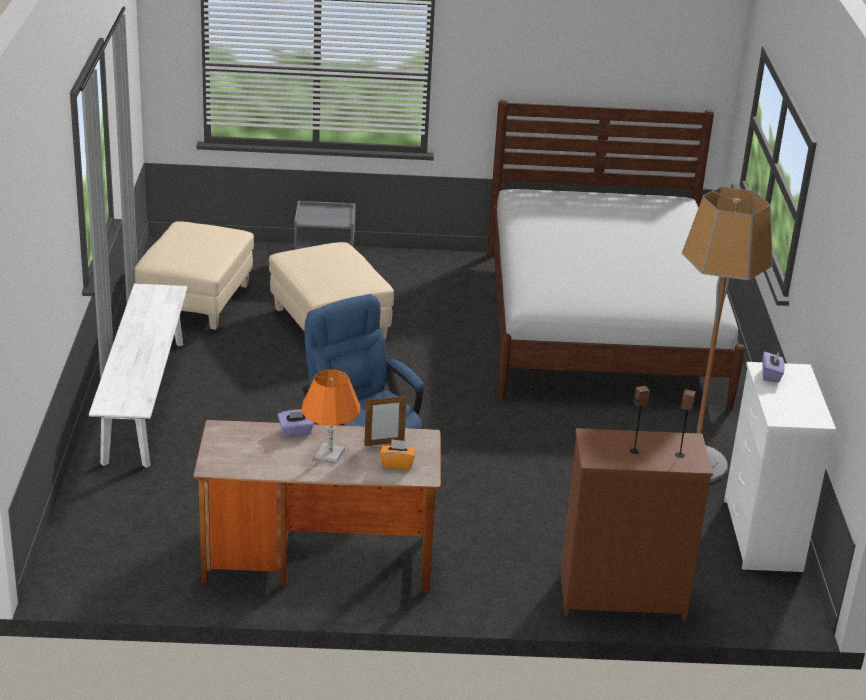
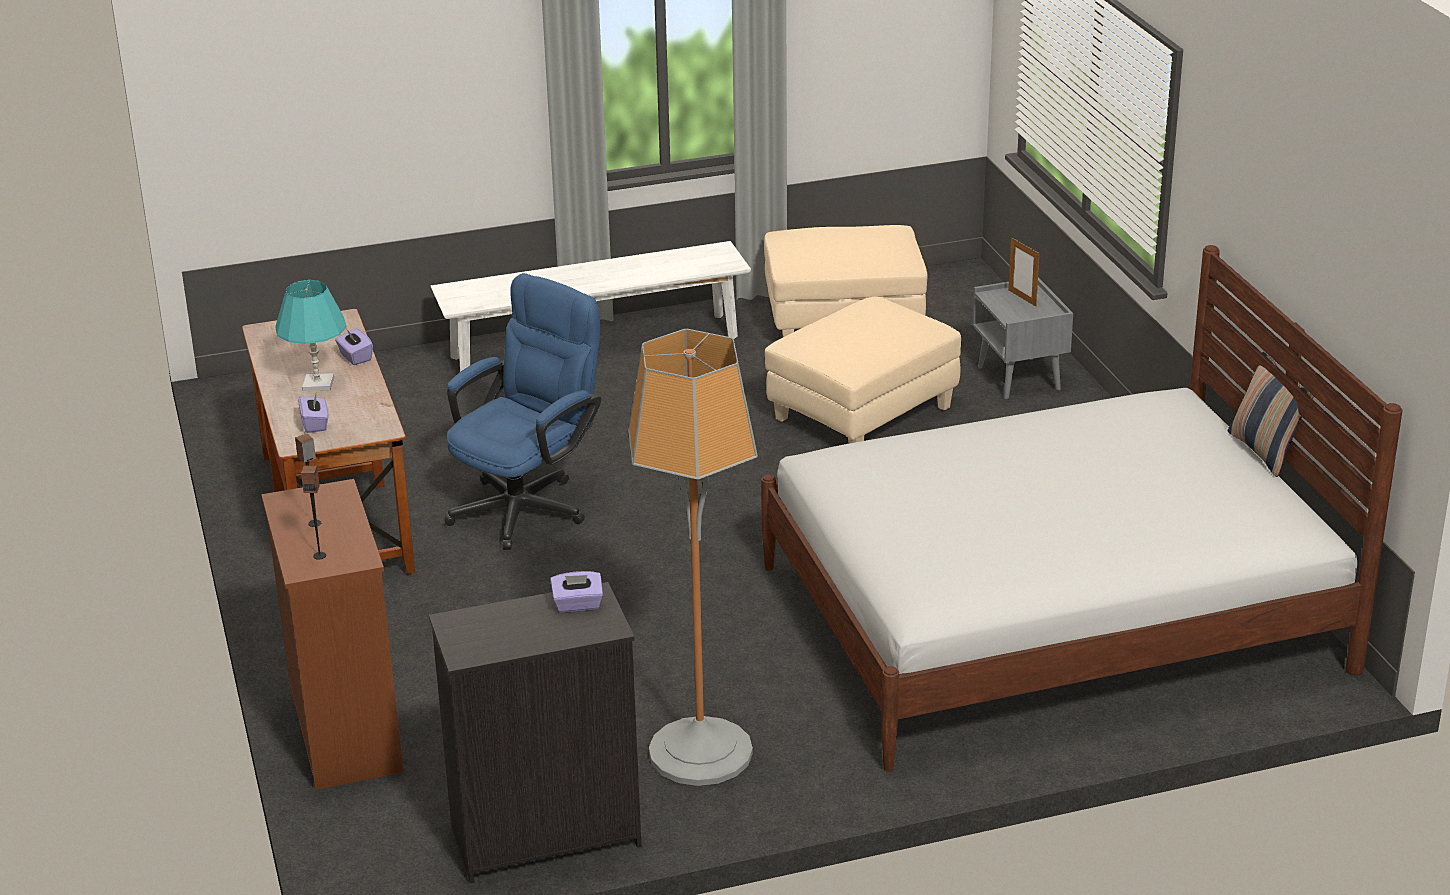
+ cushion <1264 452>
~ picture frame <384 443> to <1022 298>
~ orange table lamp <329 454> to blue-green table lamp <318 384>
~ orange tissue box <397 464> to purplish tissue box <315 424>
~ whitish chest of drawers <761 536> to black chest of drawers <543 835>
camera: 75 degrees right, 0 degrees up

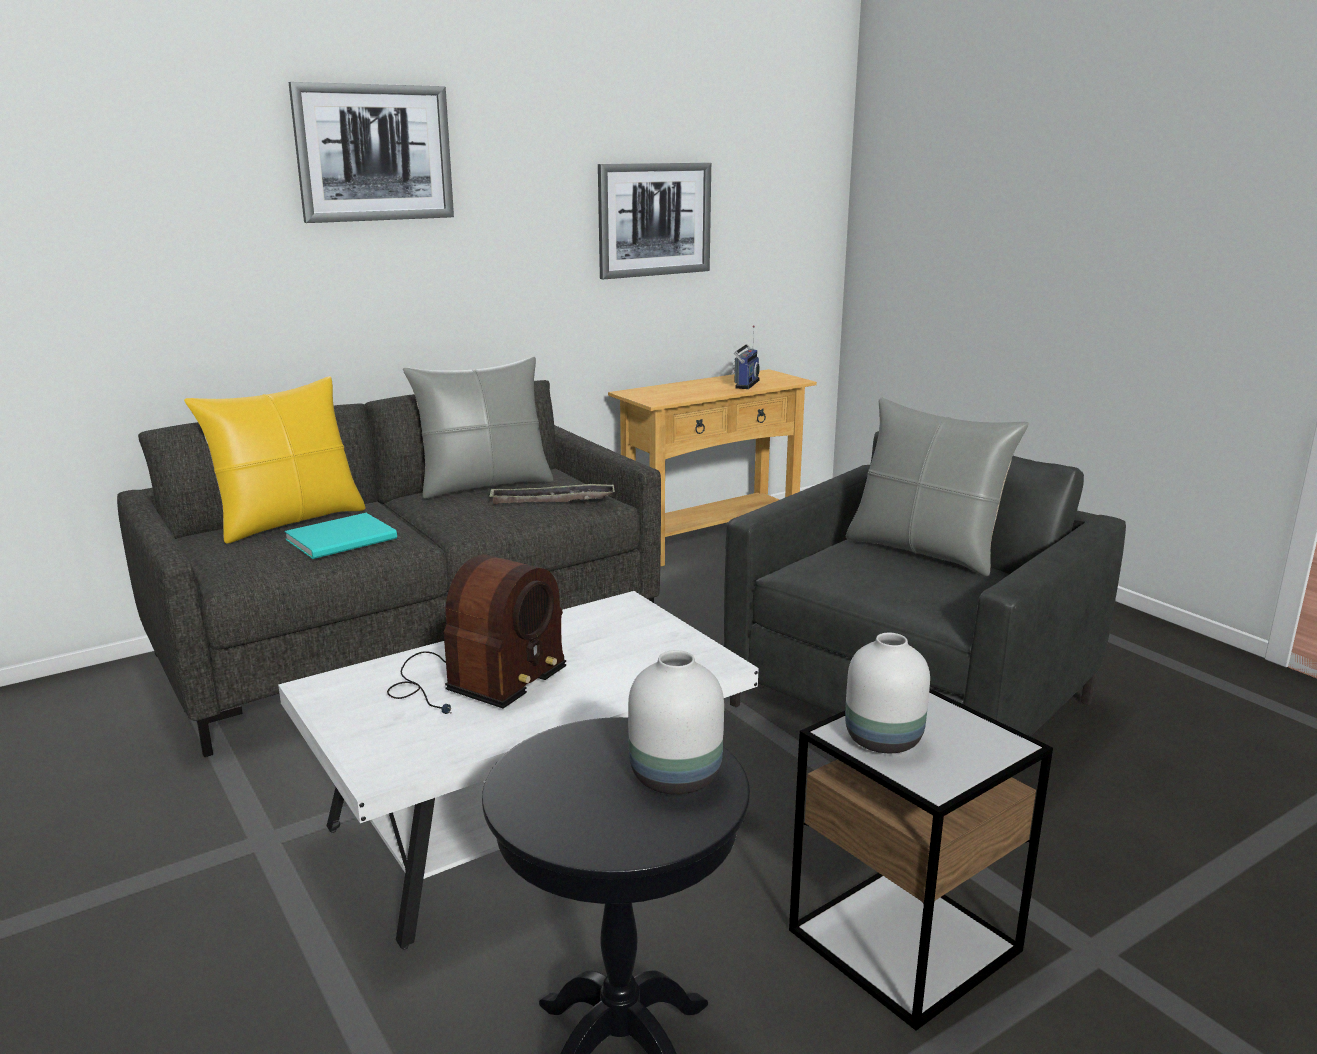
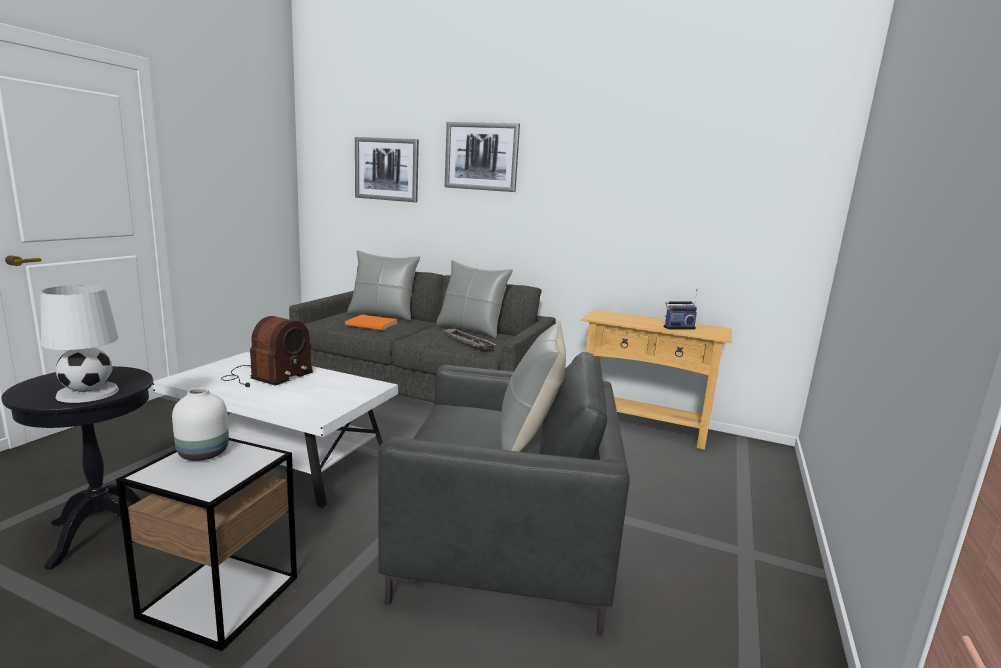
~ wall art <654 219> to <386 169>
~ whitish vase <674 775> to whitish table lamp <89 392>
~ yellow-coloured cushion <289 521> to greyish cushion <382 315>
~ blue-green bound book <345 539> to orange bound book <372 324>
~ radio set <475 681> = <266 376> 60 degrees counterclockwise
camera: 55 degrees right, 5 degrees down

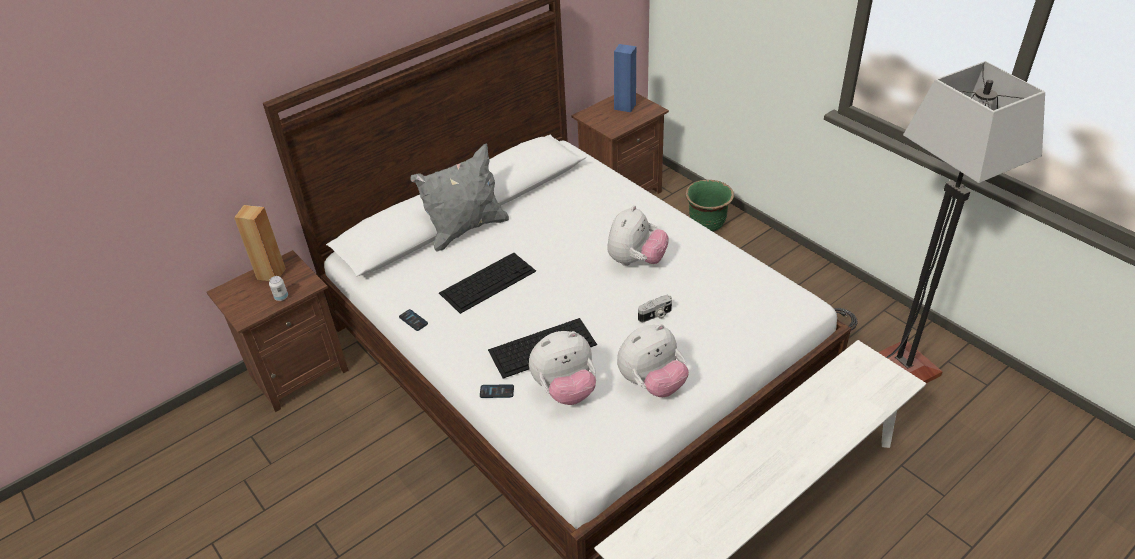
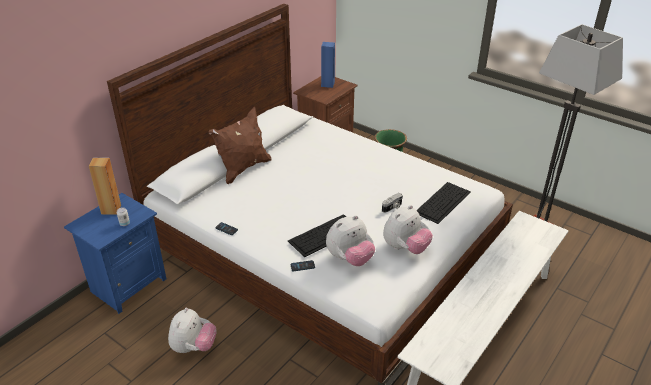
~ keyboard <488 281> to <443 201>
~ cuddly toy <636 261> to <193 347>
~ brown-coloured nightstand <297 372> to blue nightstand <127 285>
~ greyish cushion <466 229> to brown-coloured cushion <243 168>
camera: 15 degrees left, 5 degrees down

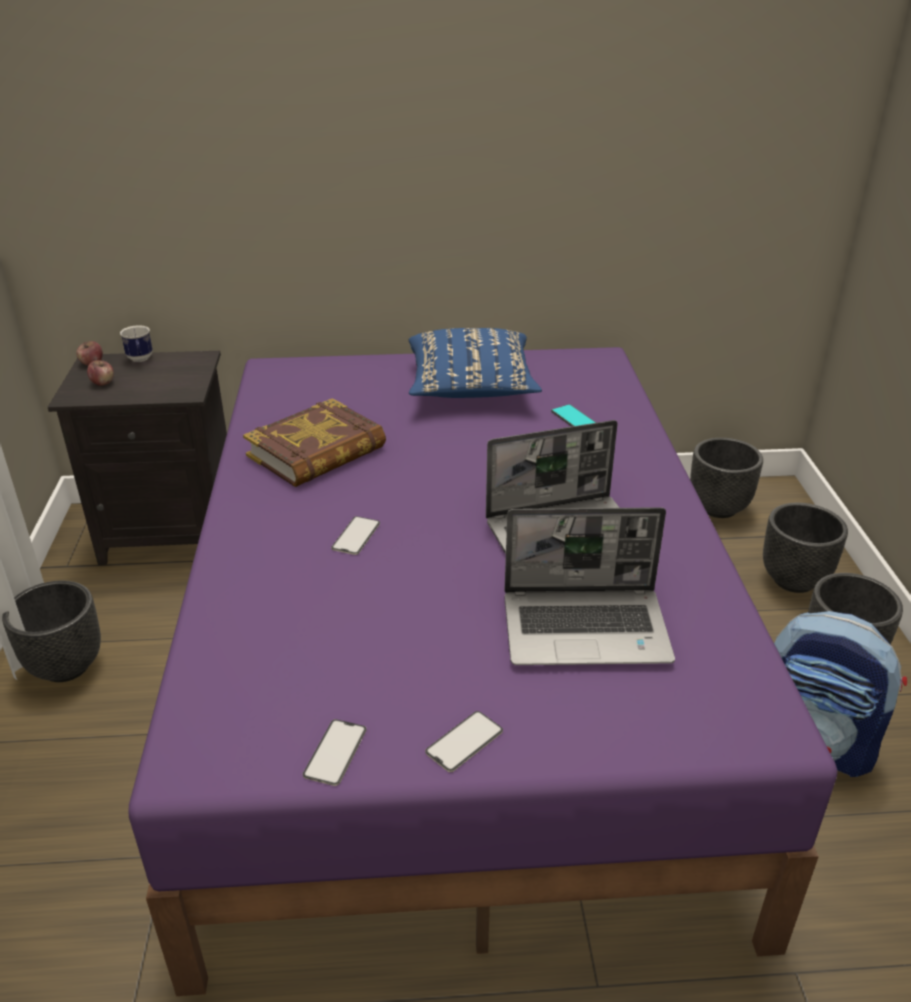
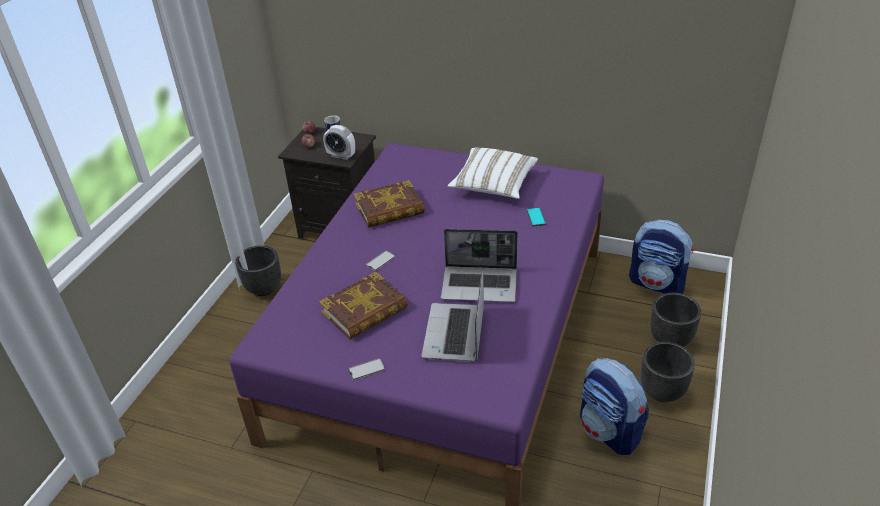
- phone <335 752>
+ bound book <365 311>
+ table clock <341 156>
~ black planter <718 508> to backpack <657 283>
~ blue cushion <471 388> to whitish cushion <493 185>
~ laptop <587 628> = <455 334> 75 degrees clockwise
camera: 25 degrees right, 5 degrees up

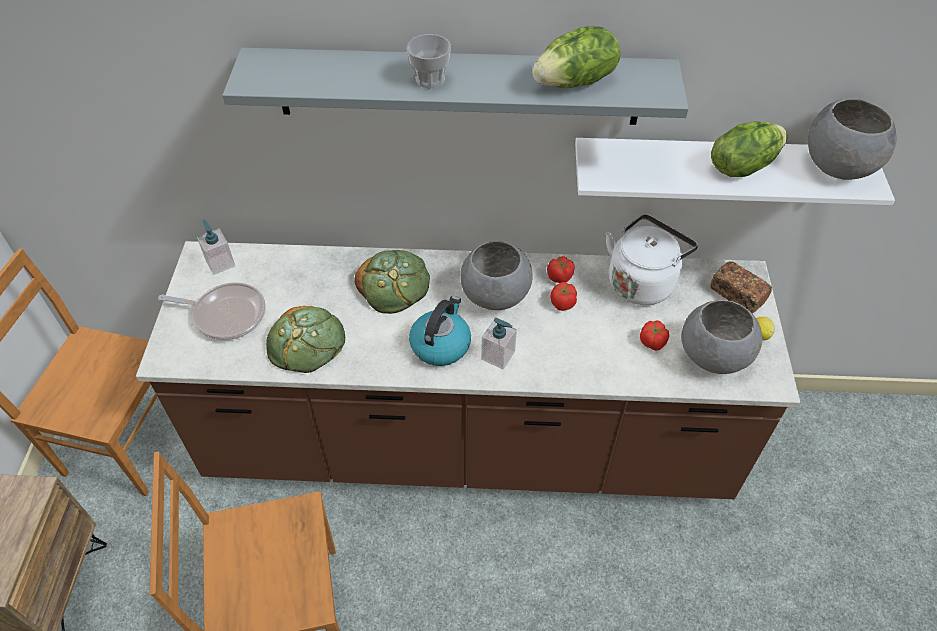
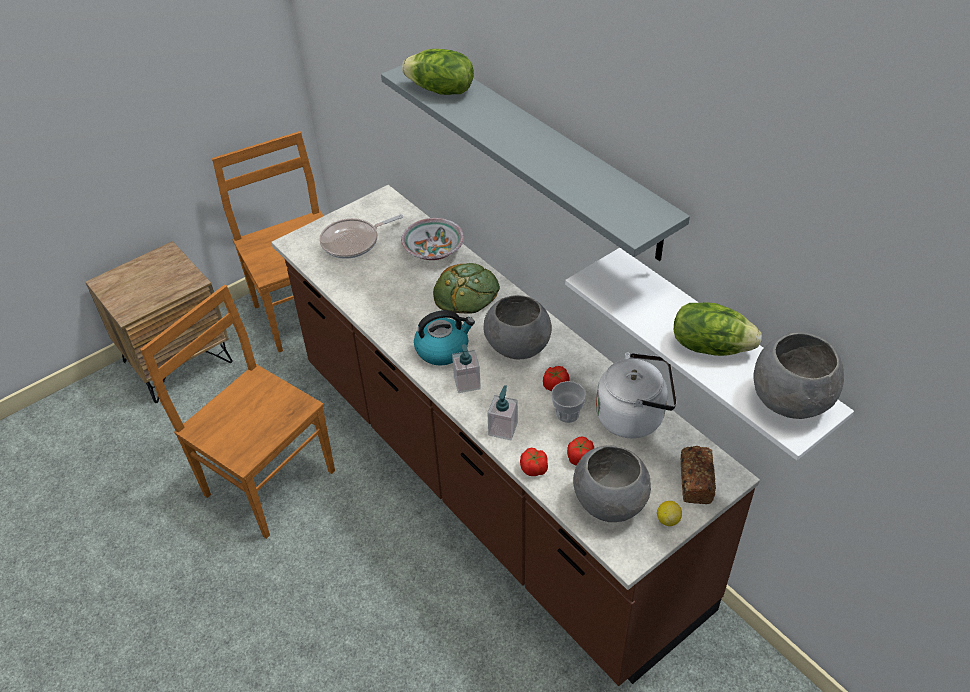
- bakery bread <307 343>
+ deep dish <433 251>
~ liquid soap bottle <220 263> to <503 429>
~ drinking cup <430 79> to <567 413>
~ head of lettuce <576 82> to <440 91>
~ tomato <560 276> to <534 469>
~ frying pan <226 314> = <353 241> 90 degrees clockwise
camera: 50 degrees right, 5 degrees down

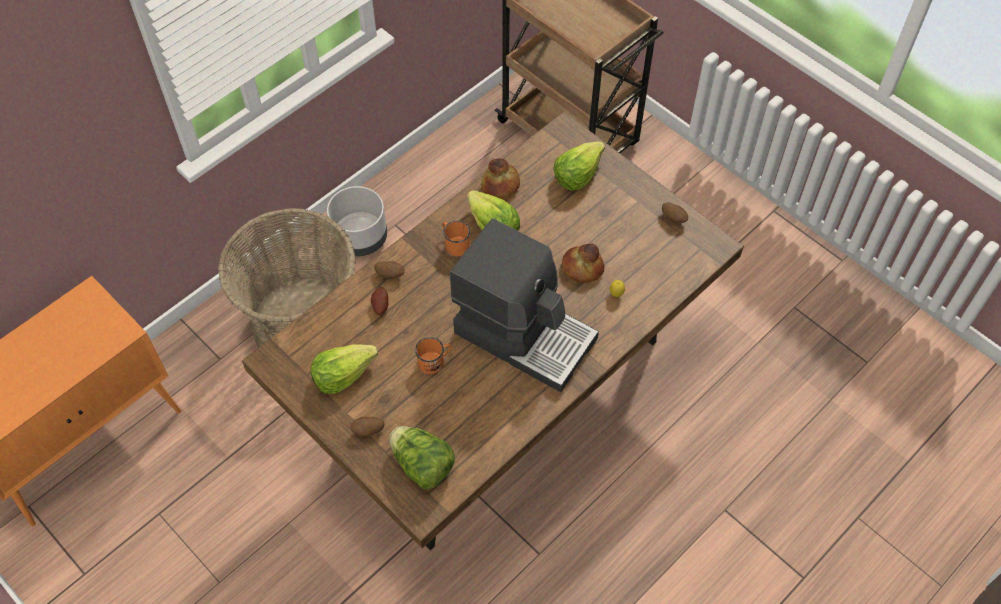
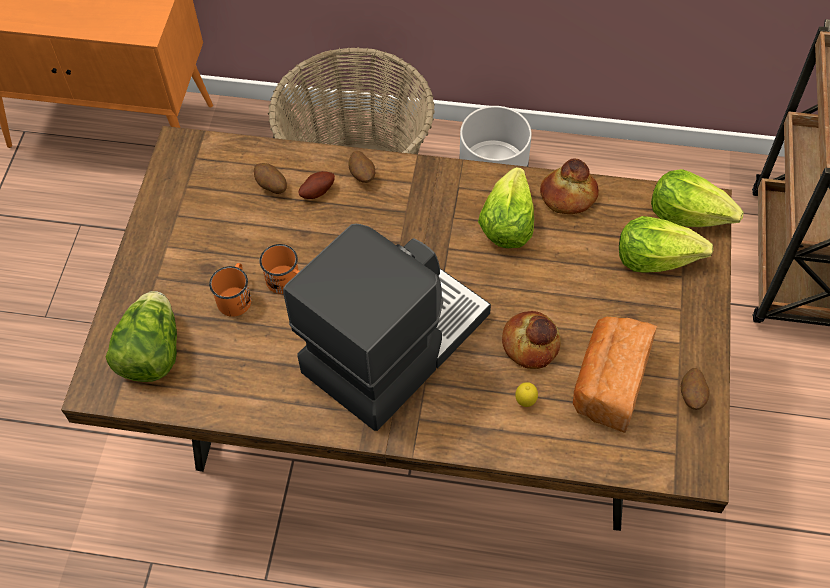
+ bakery bread <608 383>
~ head of lettuce <343 374> to <688 214>
~ potato <368 430> to <271 186>
~ orange tea mug <454 244> to <236 297>
~ coffee maker <525 333> = <392 343> 135 degrees counterclockwise
camera: 55 degrees right, 0 degrees up

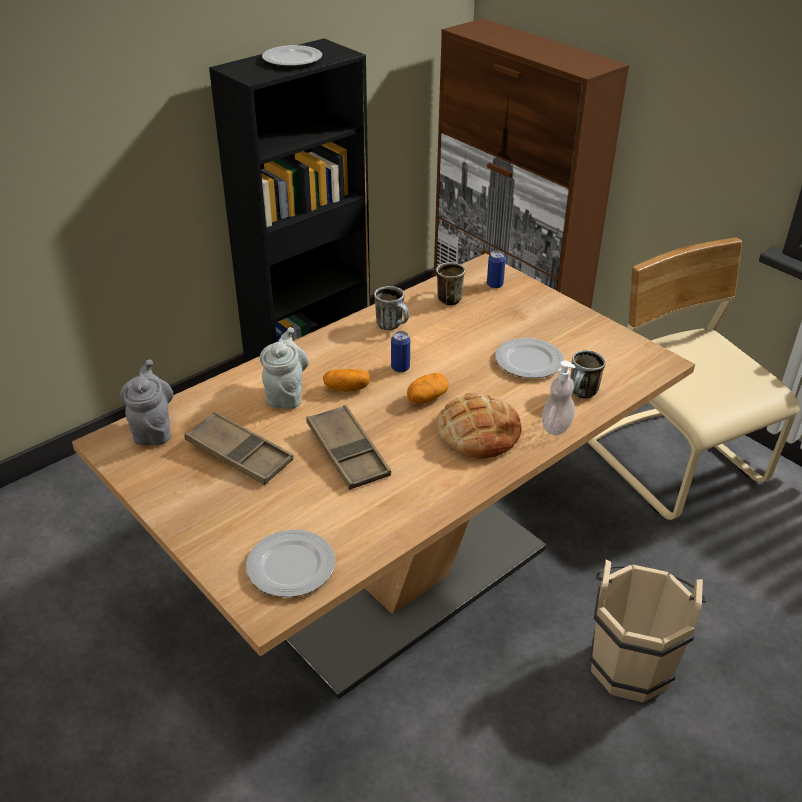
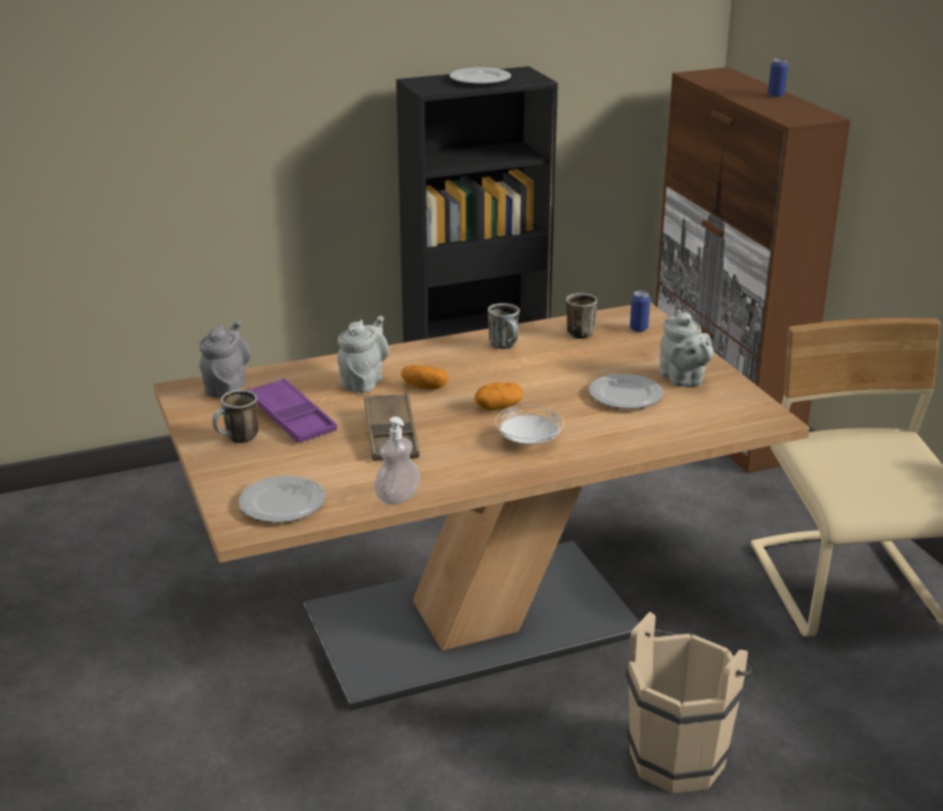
+ greyish pot for tea <683 380>
~ metal can <400 368> to <776 95>
~ liquid soap bottle <556 427> to <397 497>
~ tea mug <582 395> to <238 440>
~ bakery bread <478 433> to whitish dinner plate <529 441>
~ brown-coloured serving tray <239 454> to purplish serving tray <291 418>
camera: 20 degrees right, 10 degrees down

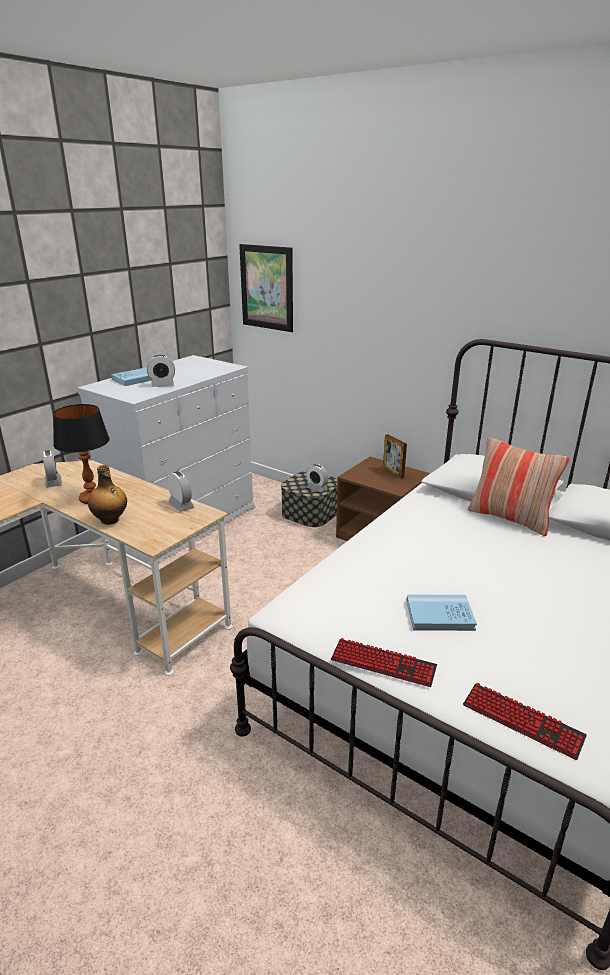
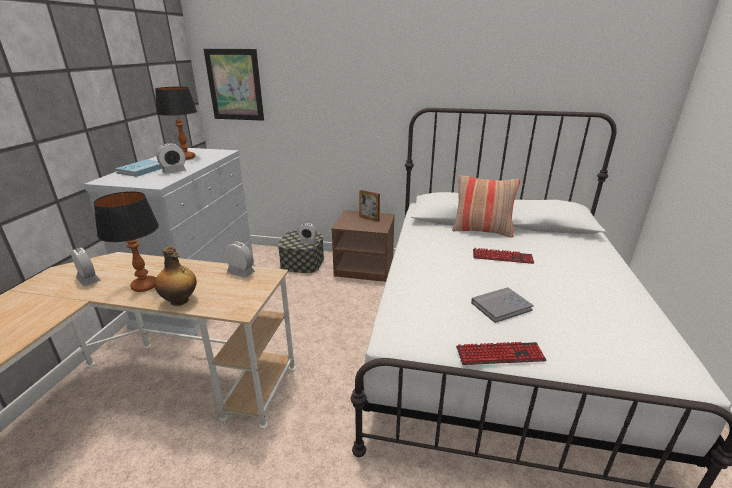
+ table lamp <186 158>
~ keyboard <522 721> to <502 257>
~ blue bound book <440 615> to greyish bound book <501 306>
camera: 25 degrees left, 0 degrees up

